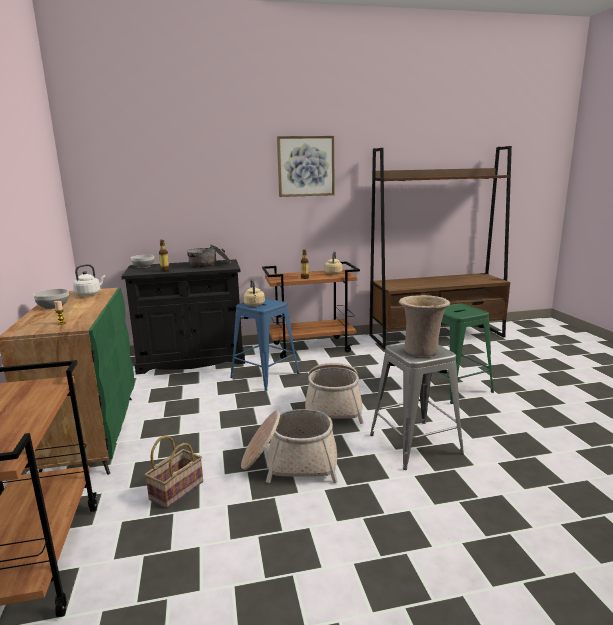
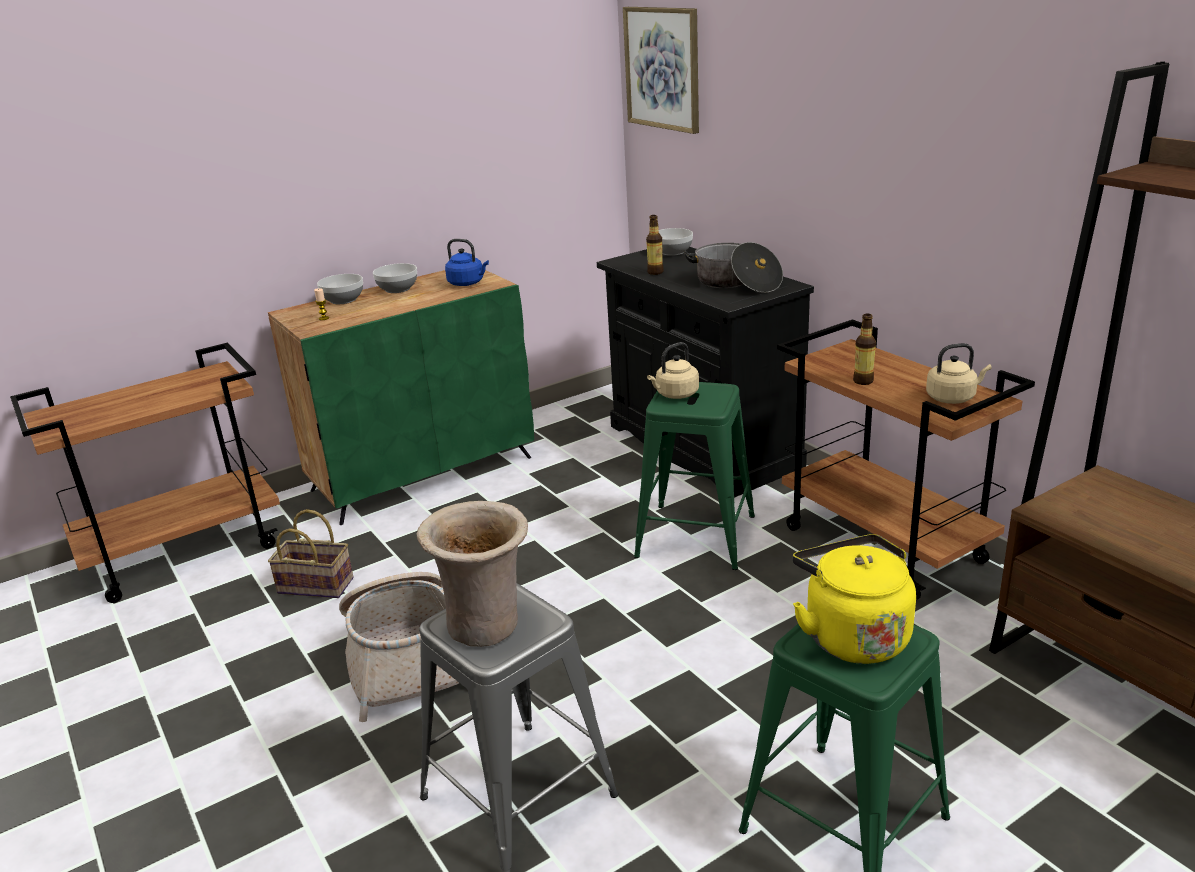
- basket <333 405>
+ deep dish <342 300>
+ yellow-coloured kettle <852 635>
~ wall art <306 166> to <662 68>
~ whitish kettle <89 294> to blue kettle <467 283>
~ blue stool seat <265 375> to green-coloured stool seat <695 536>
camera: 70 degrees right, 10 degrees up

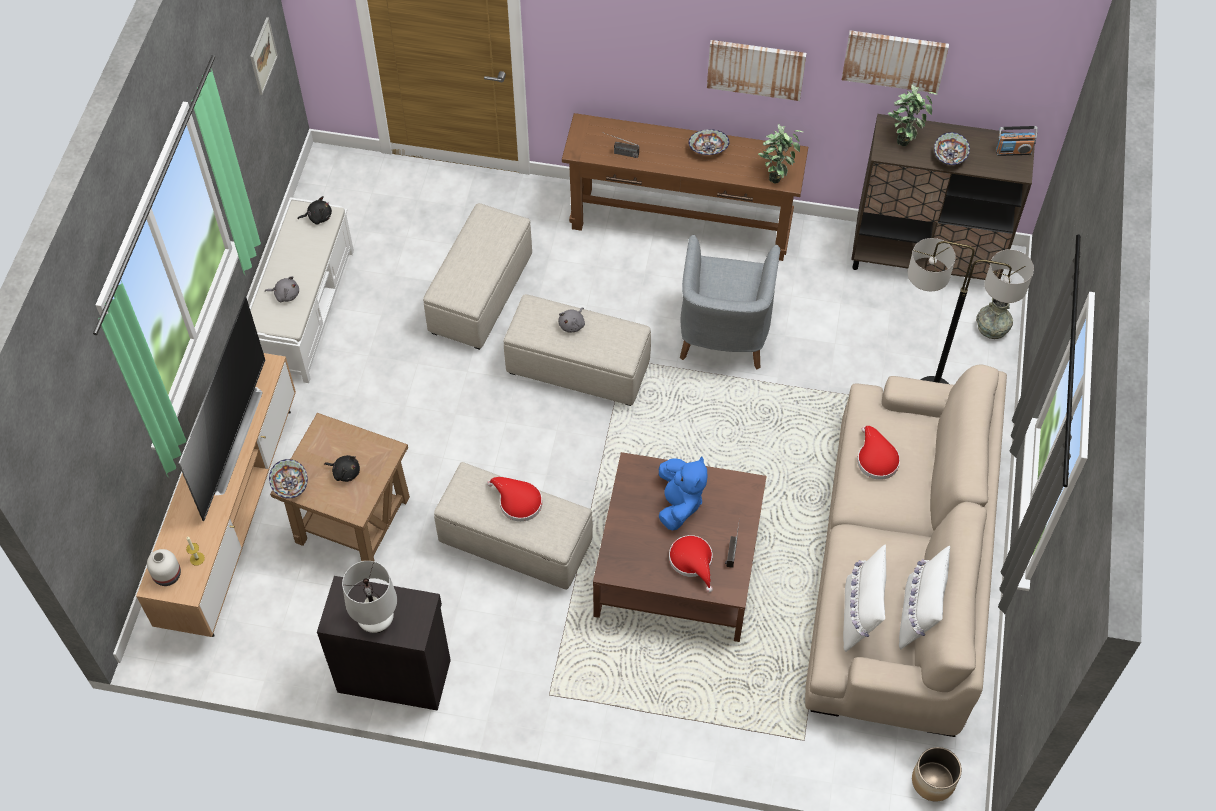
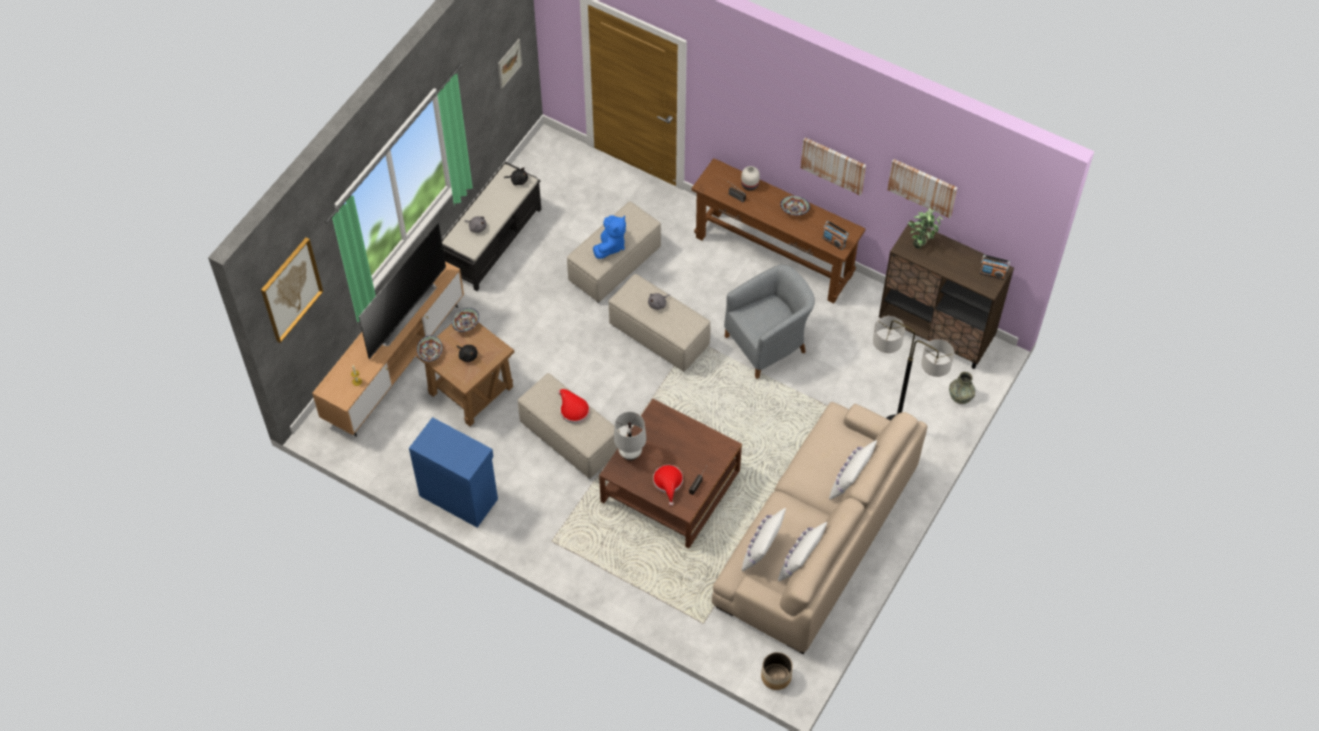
- red-coloured hat <876 458>
+ wall art <291 289>
+ whitish cushion <850 483>
~ whitish vase <167 576> to <749 185>
~ whitish table lamp <376 621> to <630 453>
~ blue cuddly toy <679 503> to <610 245>
~ deep dish <950 156> to <466 324>
~ potted plant <776 174> to radio set <834 242>
~ whitish bench <305 310> to black bench <493 240>
~ black cupboard <394 674> to blue cupboard <458 496>
~ greyish armchair <723 335> = <768 343> 150 degrees counterclockwise
camera: 20 degrees right, 0 degrees up

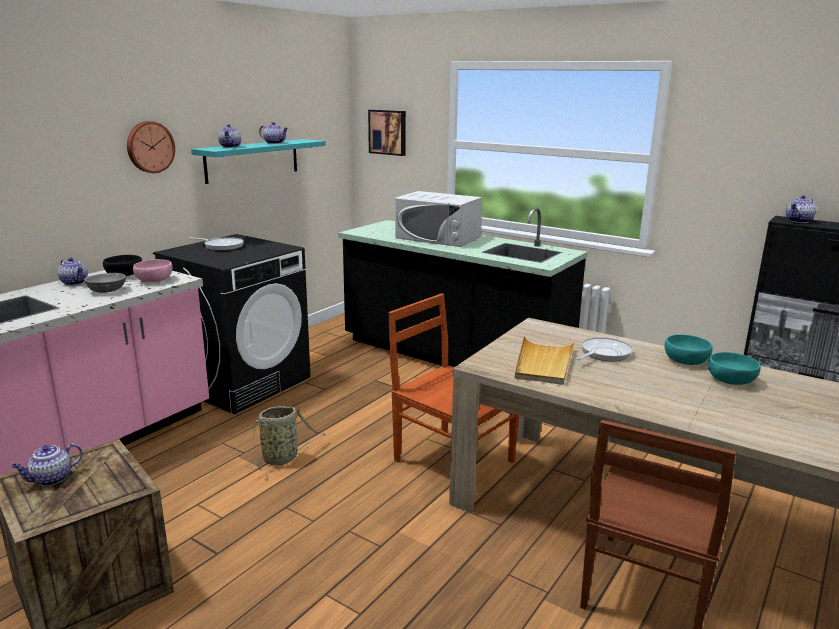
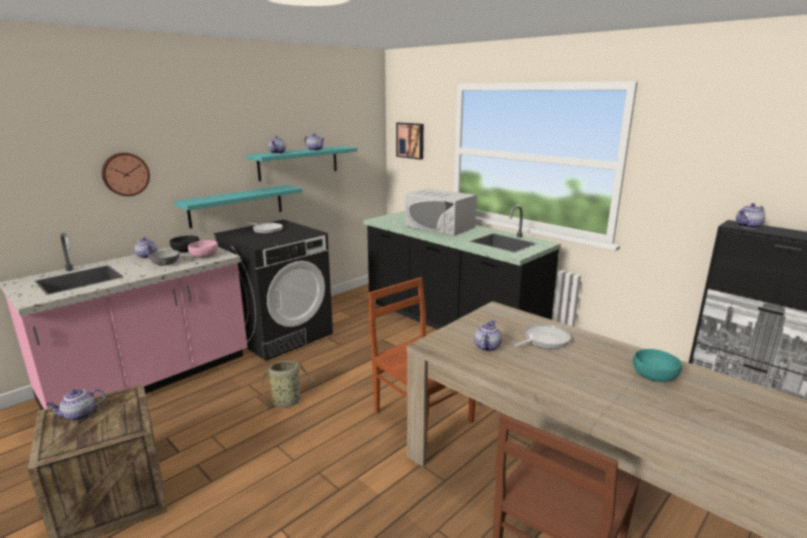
- blue-green deep dish <685 360>
+ blue-green bracket shelf <236 206>
~ hanging clock <149 147> to <125 174>
~ beige serving tray <543 363> to pot for tea <486 347>
camera: 10 degrees right, 0 degrees up

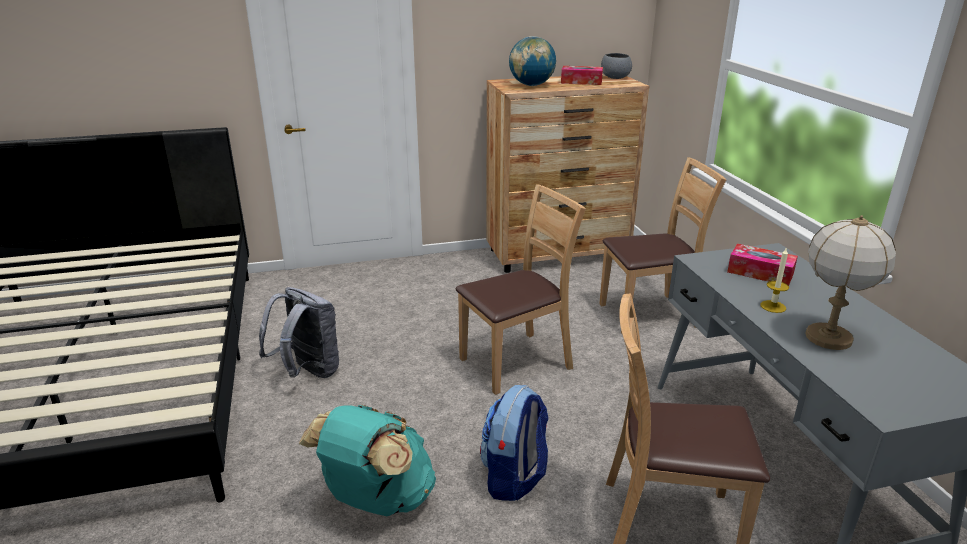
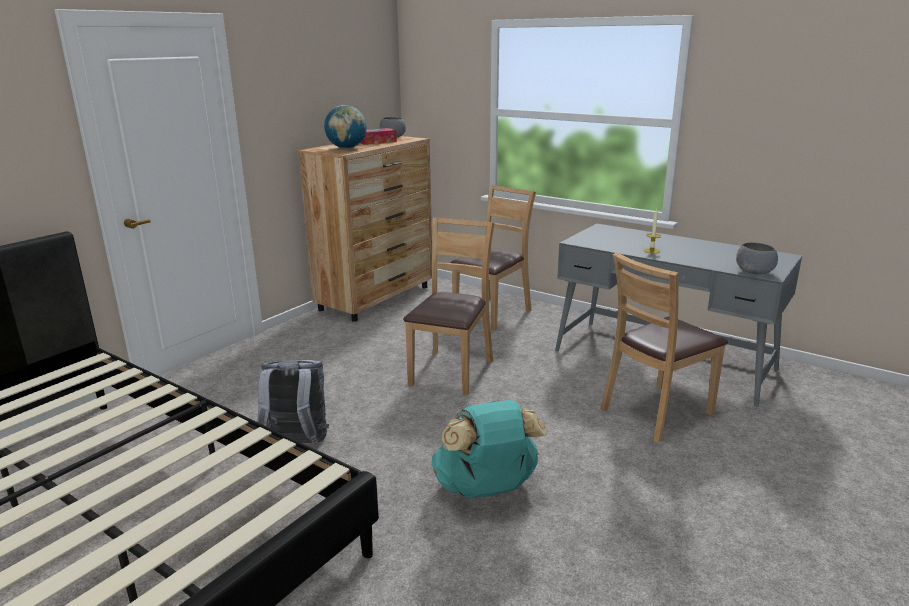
- backpack <514 478>
- tissue box <760 273>
- table lamp <827 338>
+ greyish deep dish <755 272>
camera: 40 degrees left, 5 degrees down

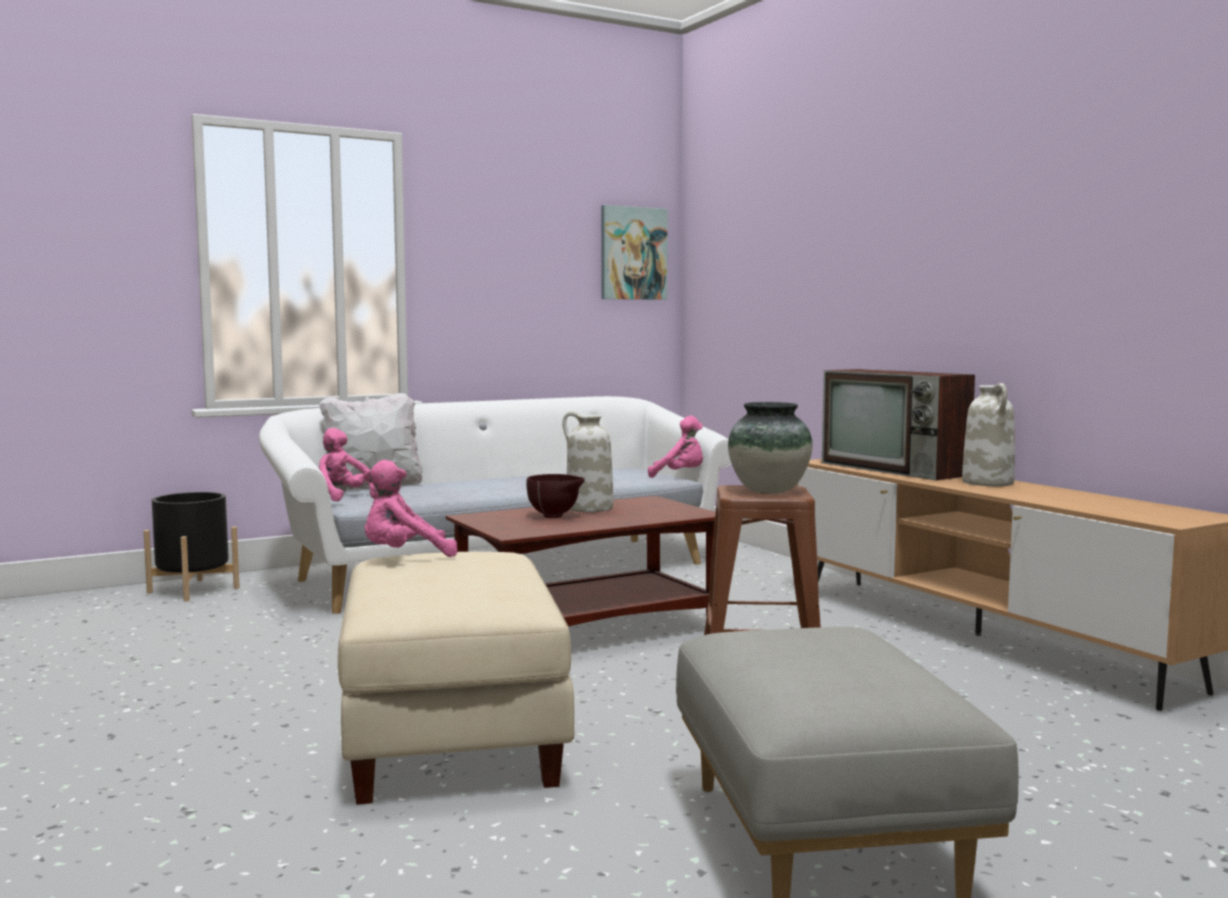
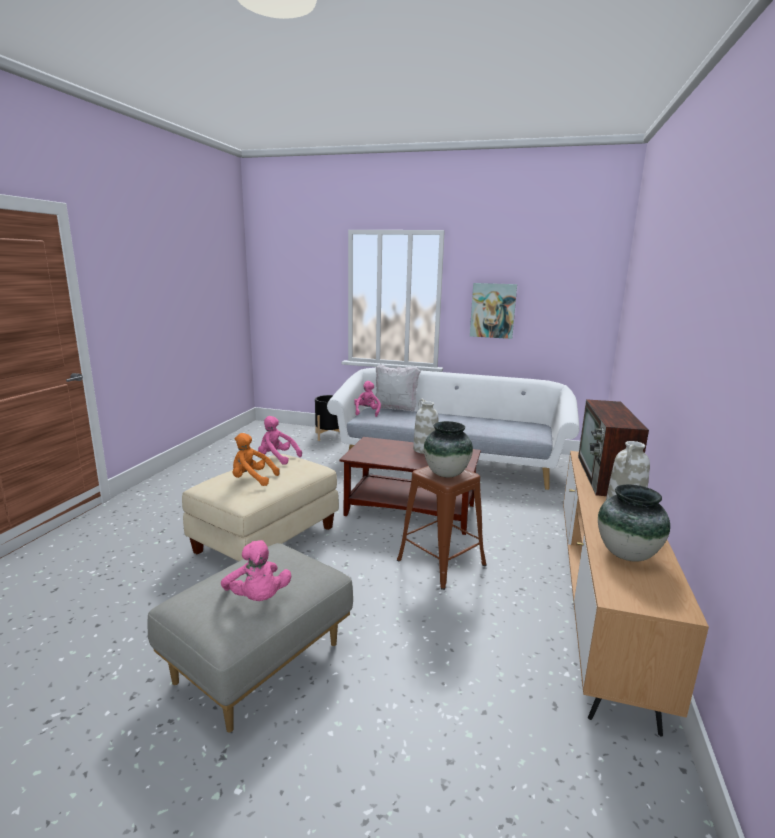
- brown-coloured deep dish <555 516>
+ orange cuddly toy <252 479>
+ vase <626 554>
~ wall art <633 253> to <493 310>
~ pink-coloured cuddly toy <679 475> to <258 598>
camera: 45 degrees right, 10 degrees up

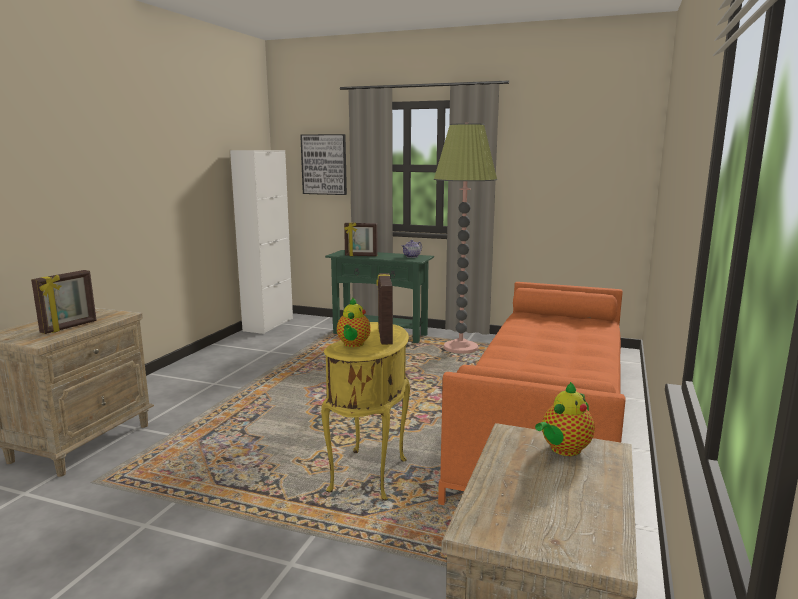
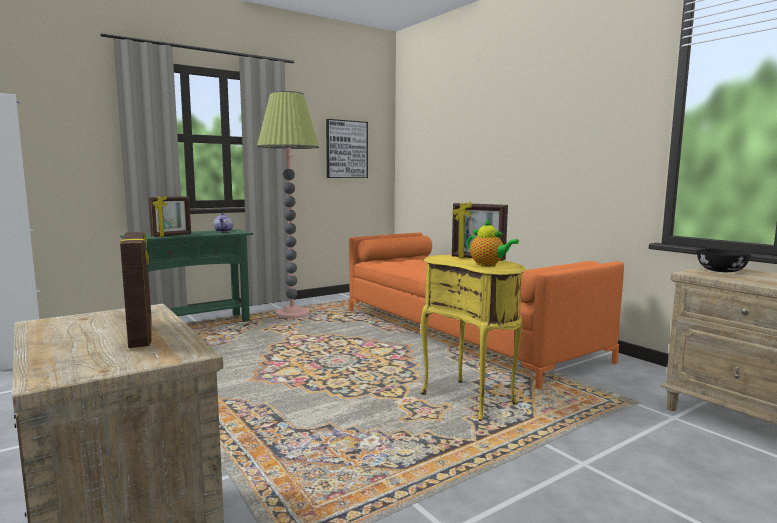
~ wall art <324 164> to <346 149>
~ pot for tea <563 450> to black deep dish <720 271>
camera: 55 degrees left, 5 degrees down

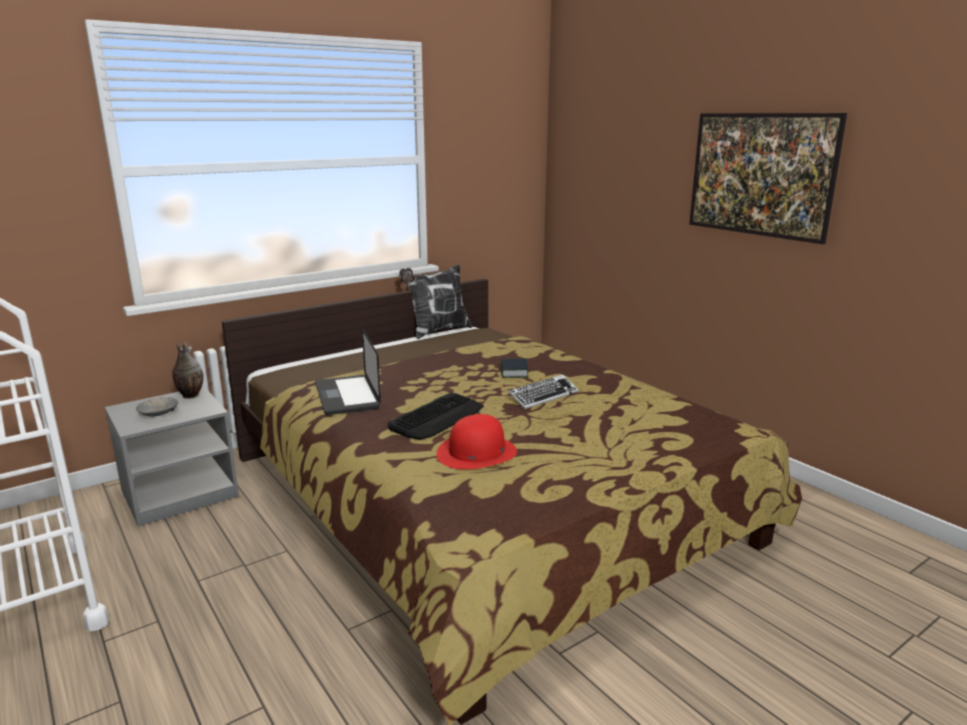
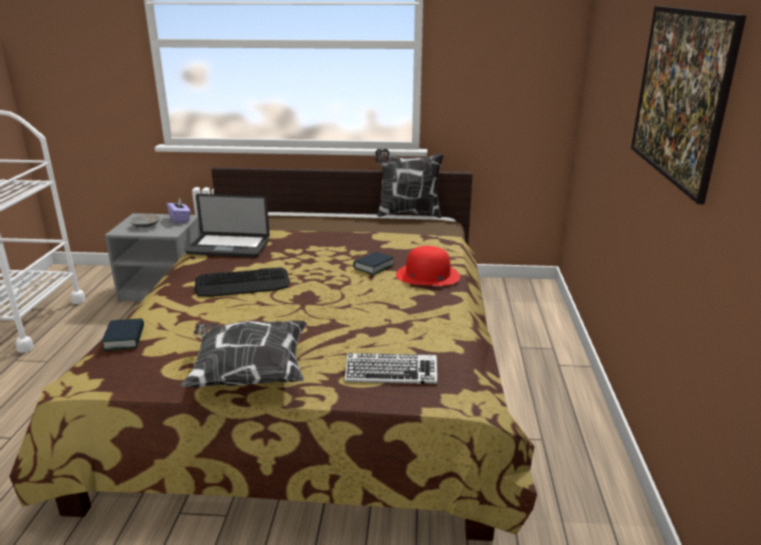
+ bound book <125 339>
+ cushion <248 374>
~ red-coloured hat <476 452> to <427 275>
~ keyboard <543 396> to <391 373>
~ vase <189 396> to purplish tissue box <180 219>
~ laptop <347 396> = <228 247> 105 degrees counterclockwise
camera: 40 degrees right, 5 degrees up

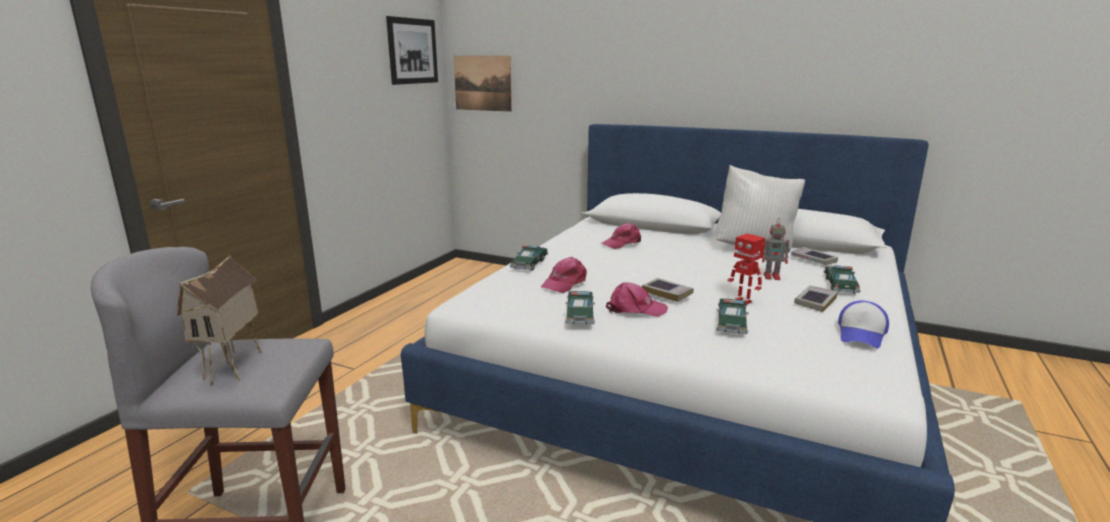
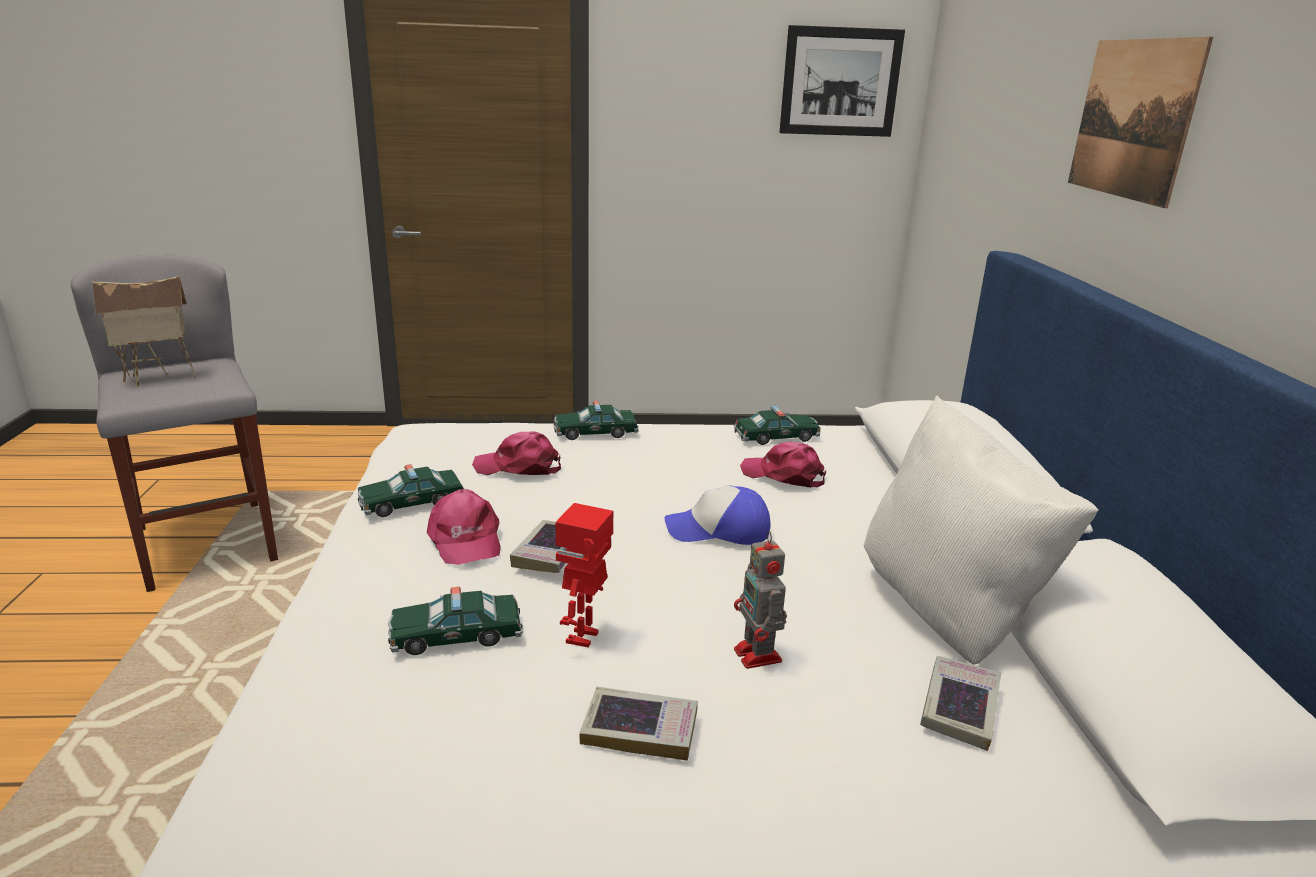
~ wall art <482 83> to <1132 119>
~ miniature car <840 285> to <776 437>
~ baseball cap <861 334> to <718 530>
camera: 60 degrees right, 5 degrees up

